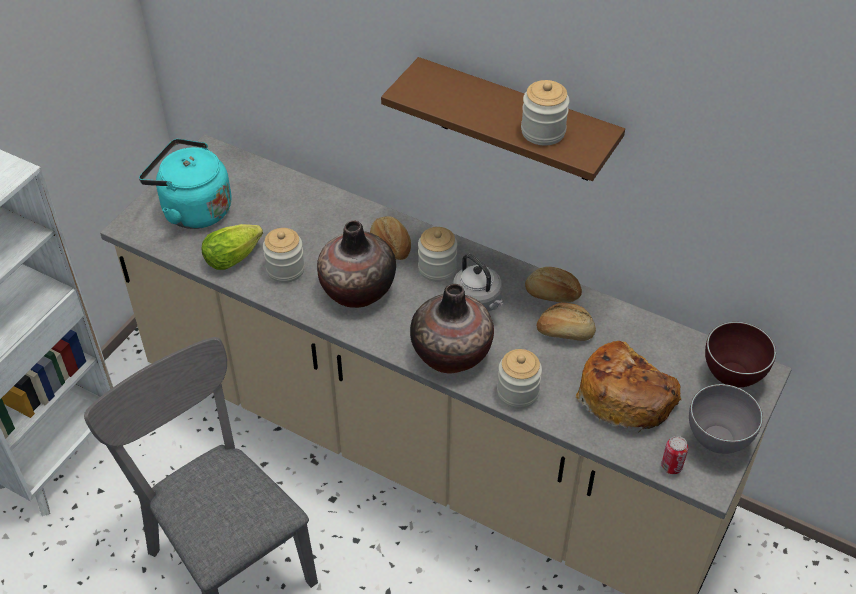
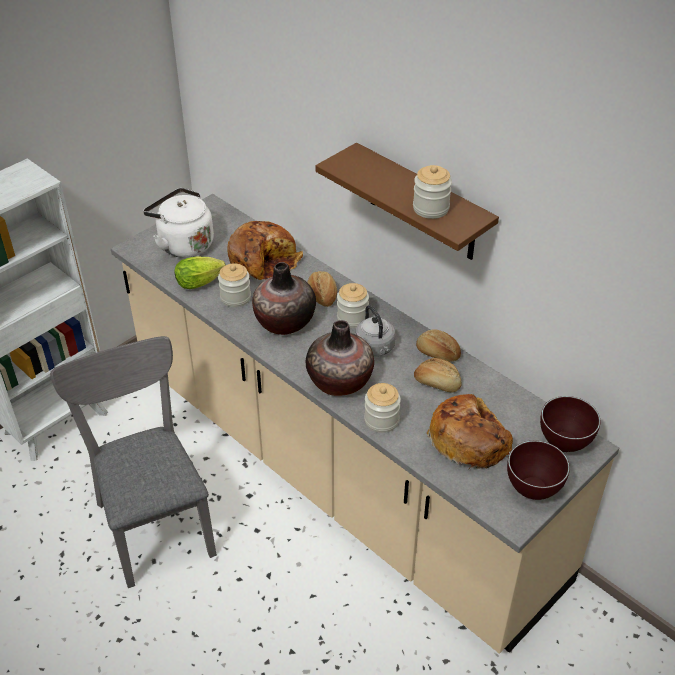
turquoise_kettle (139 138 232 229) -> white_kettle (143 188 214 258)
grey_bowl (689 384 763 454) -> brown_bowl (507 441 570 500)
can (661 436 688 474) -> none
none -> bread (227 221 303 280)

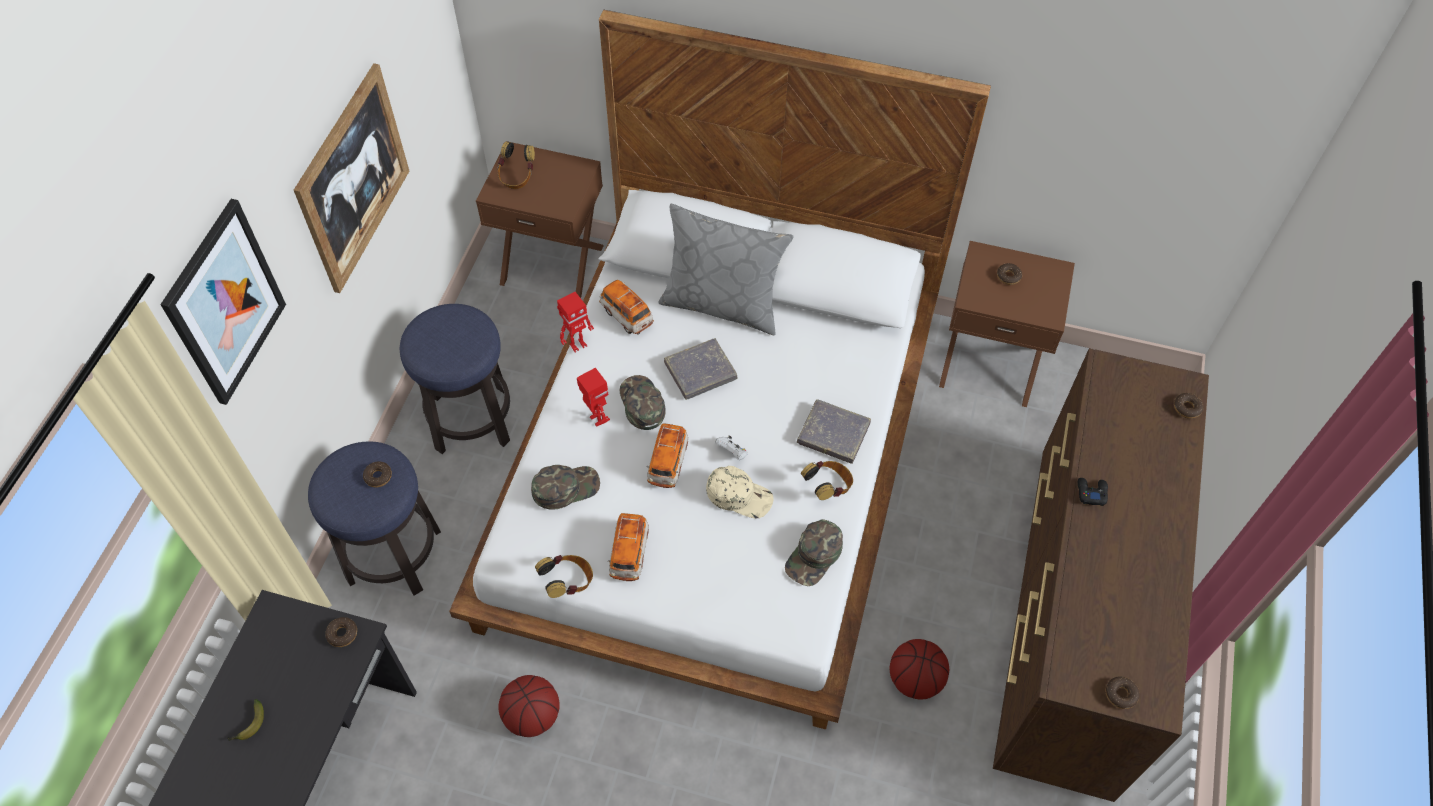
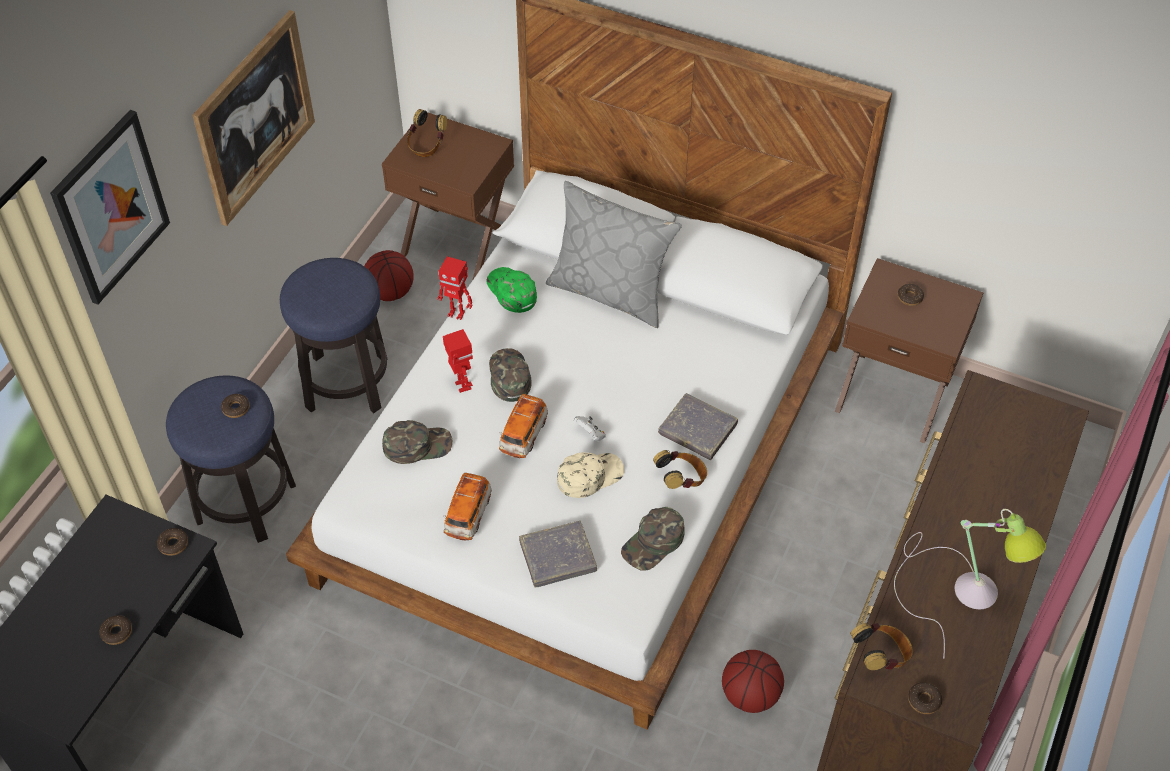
toy_car (599 280 654 335) -> green_cap (486 267 537 313)
toy_robot (557 292 594 353) -> toy_robot (437 256 472 320), 45 degrees clockwise
grey_book (664 338 737 400) -> grey_book (519 521 597 587), shifted
donut (1174 393 1204 419) -> donut (100 615 132 645), shifted
beige_cap (706 466 774 519) -> beige_cap (557 452 624 498), 60 degrees counterclockwise
black_game_controller (1078 478 1108 506) -> none
headphones (535 555 593 598) -> headphones (850 623 913 670), shifted
basketball (498 675 560 737) -> basketball (364 250 414 301), shifted
banana (228 699 264 741) -> none
none -> table_lamp (894 509 1046 659)

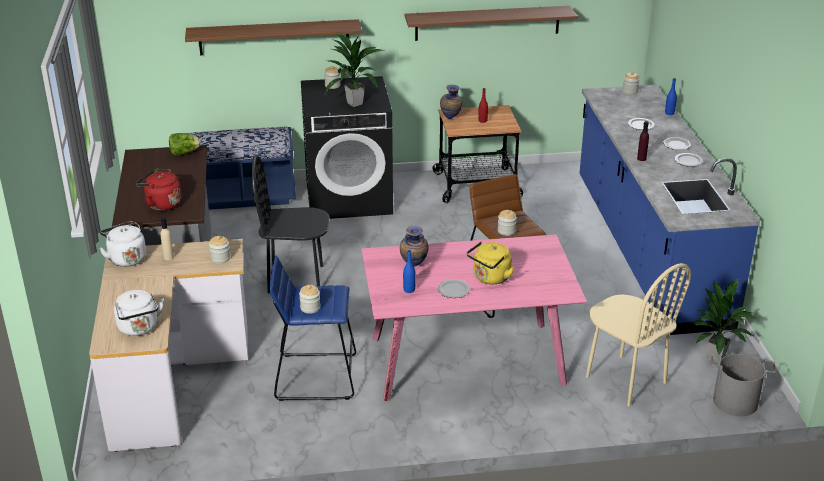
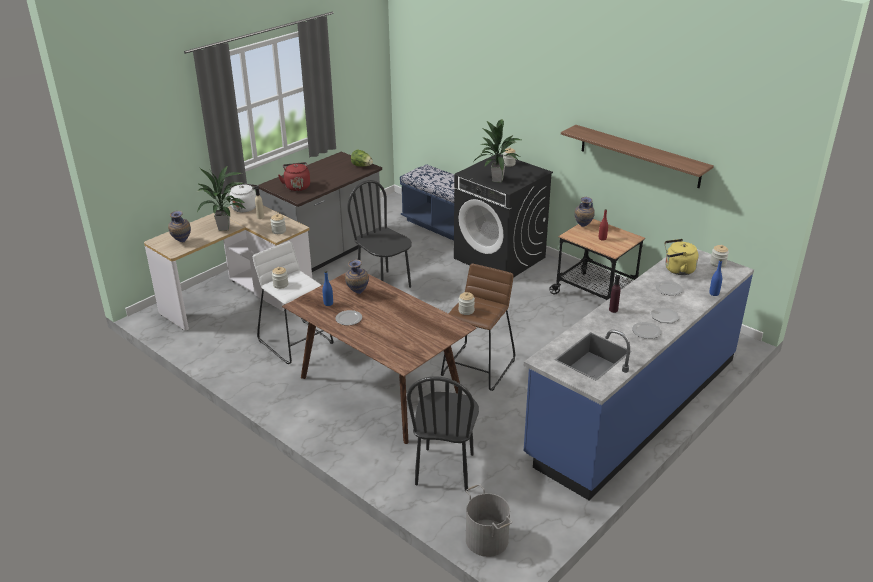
shelf (185 19 362 55) -> none
pink_dining_table (362 234 587 401) -> brown_dining_table (282 273 477 444)
yellow_kettle (467 242 514 284) -> yellow_kettle (664 239 699 275), shifted
blue_stool (269 255 356 401) -> white_stool (253 241 334 364)
beige_chair (586 263 691 406) -> black_chair (407 376 479 492)
potted_plant (687 279 757 364) -> potted_plant (197 165 246 231), shifted
white_kettle (114 290 164 336) -> vase (168 211 191 242)

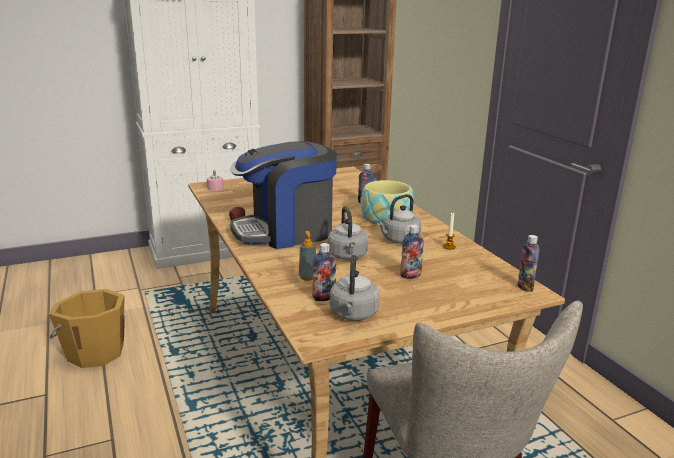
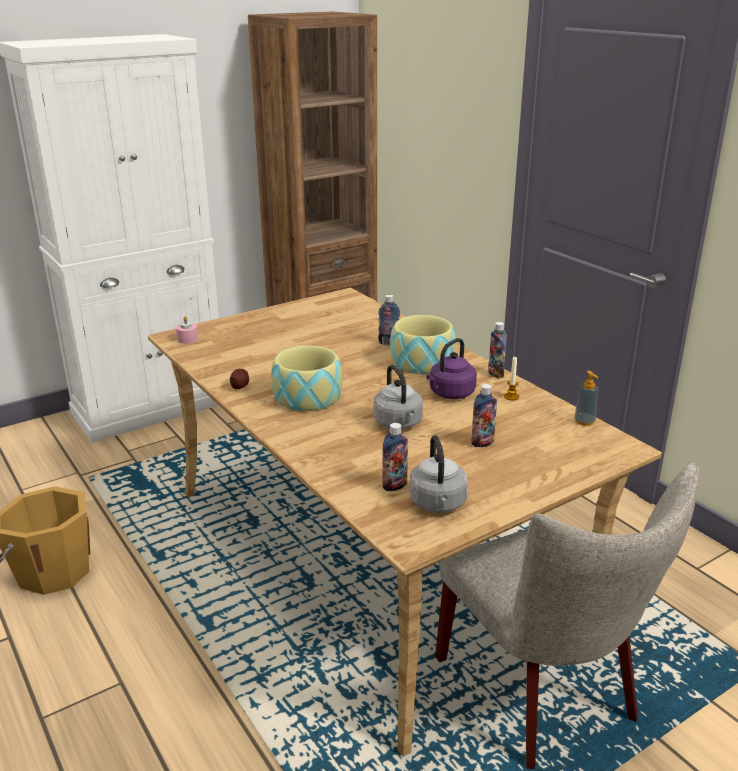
coffee_machine (230 141 337 249) -> bowl (271 345 343 411)
grey_kettle (377 194 421 244) -> purple_kettle (426 338 477 399)
soap_dispenser (299 231 316 281) -> soap_dispenser (574 371 598 426), shifted
bottle (517 235 539 292) -> bottle (488 322 507 378), shifted

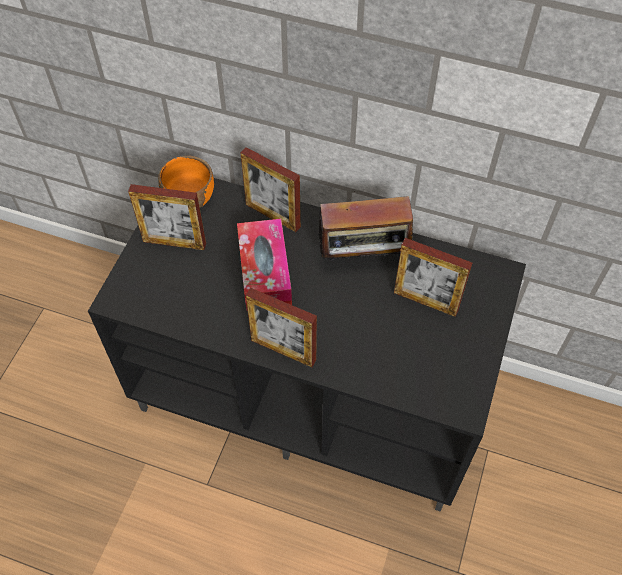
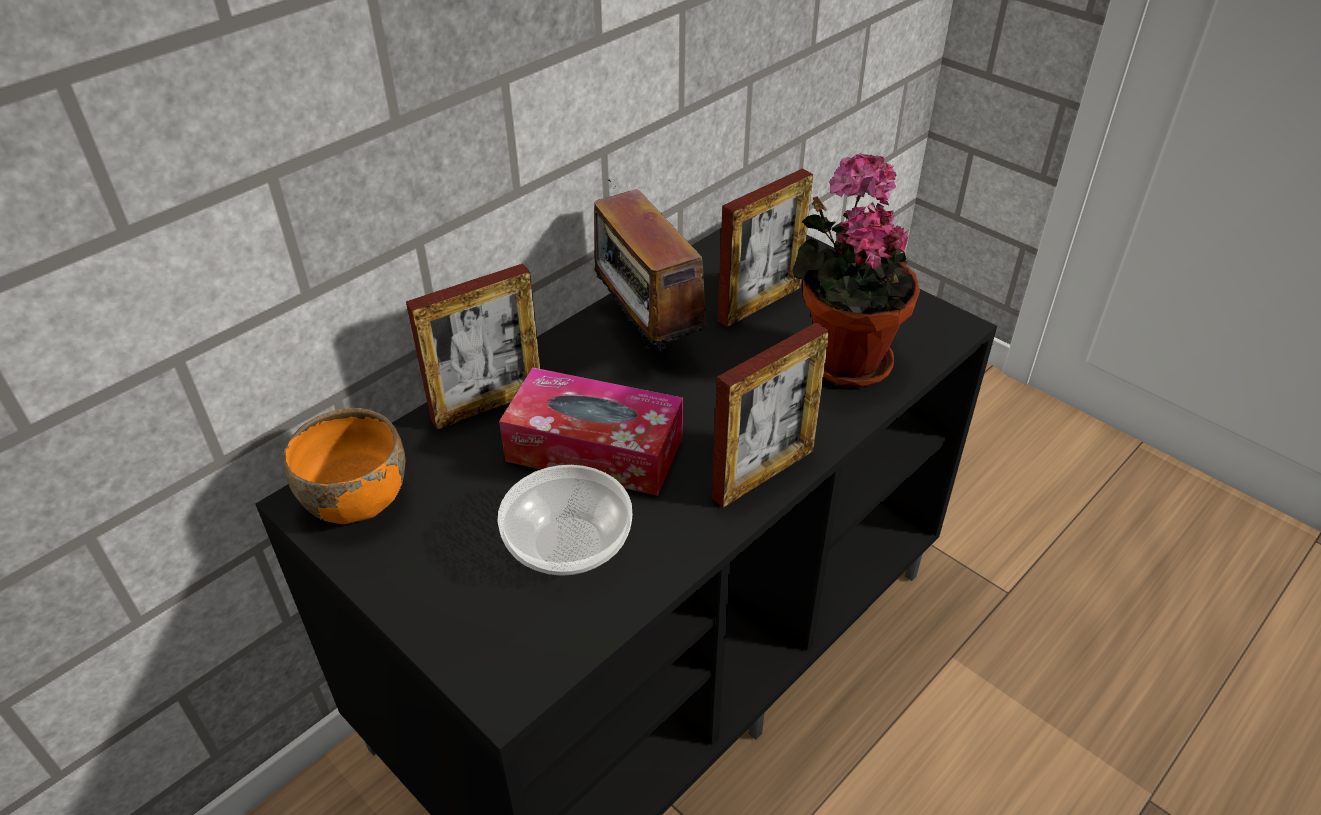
picture_frame (128 184 206 250) -> none
radio (310 196 413 275) -> radio (594 180 710 351), 135 degrees clockwise
none -> potted_plant (792 153 920 388)
none -> bowl (497 465 632 576)

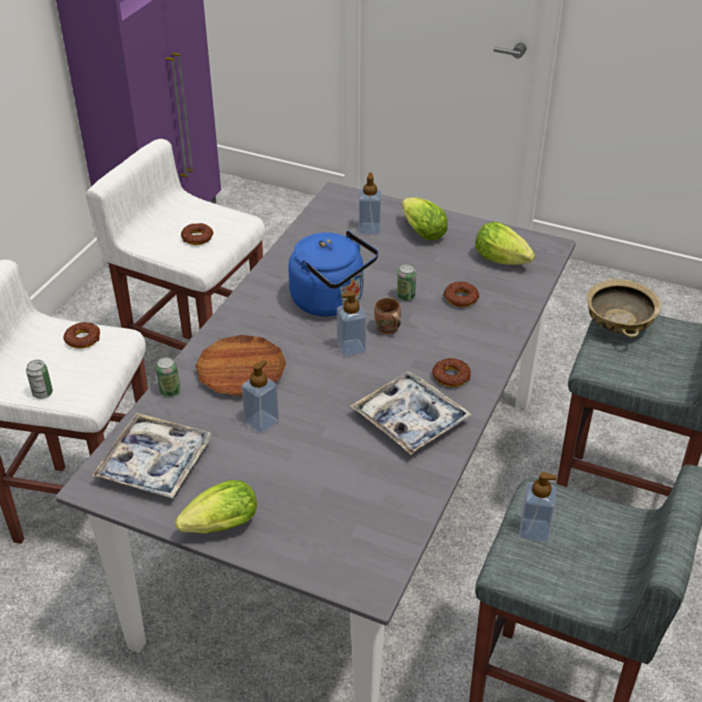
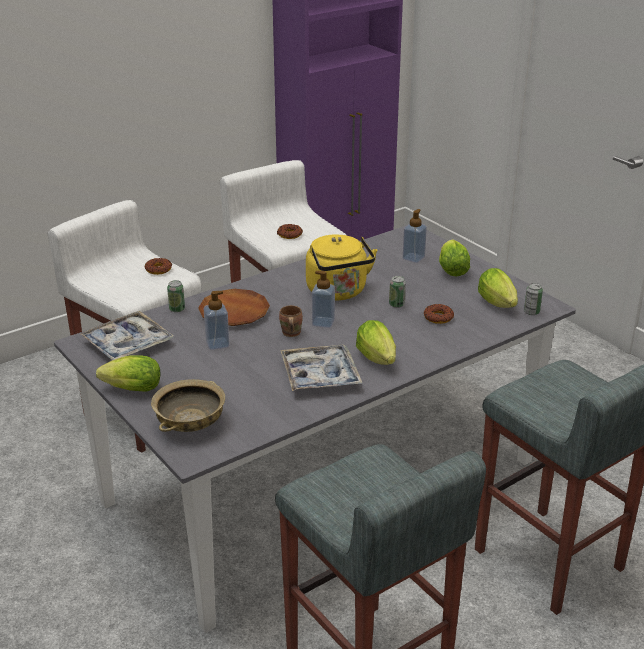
blue_kettle (288 230 379 316) -> yellow_kettle (306 235 377 300)
beige_bowl (587 279 661 337) -> beige_bowl (151 379 225 432), shifted
brown_mug (374 298 401 335) -> brown_mug (279 305 303 337), shifted
donut (432 358 471 387) -> lettuce (356 320 396 365)
can (26 360 53 399) -> can (524 283 543 315), shifted
soap_dispenser (519 472 557 542) -> none

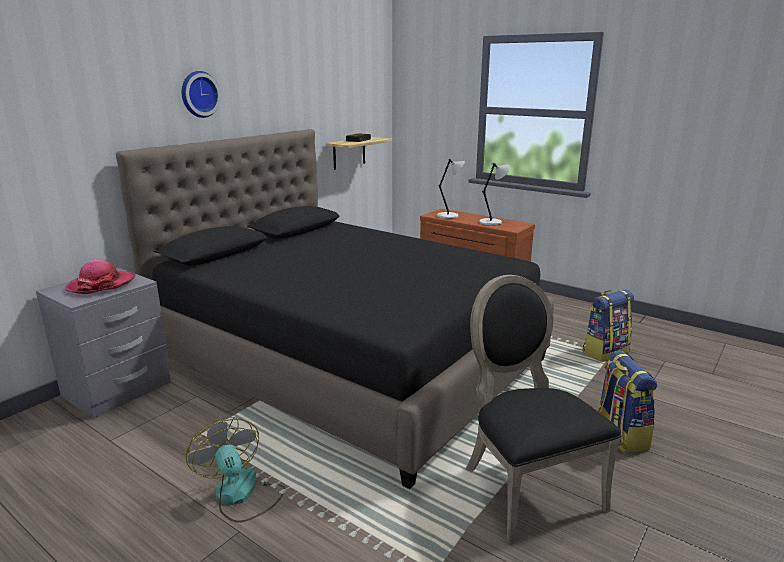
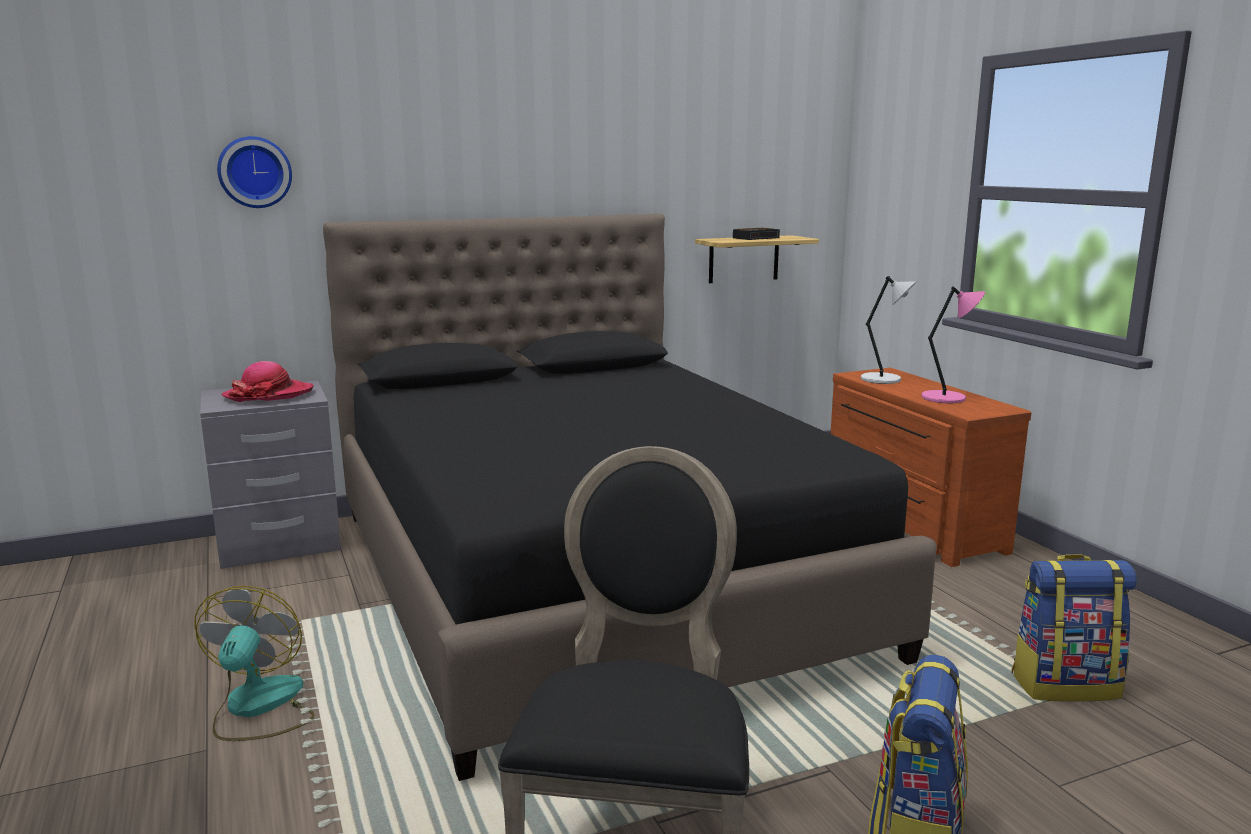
wall_clock (182 71 221 118) -> wall_clock (217 136 292 208), shifted
grey_table_lamp (479 163 510 225) -> pink_table_lamp (921 286 985 403)

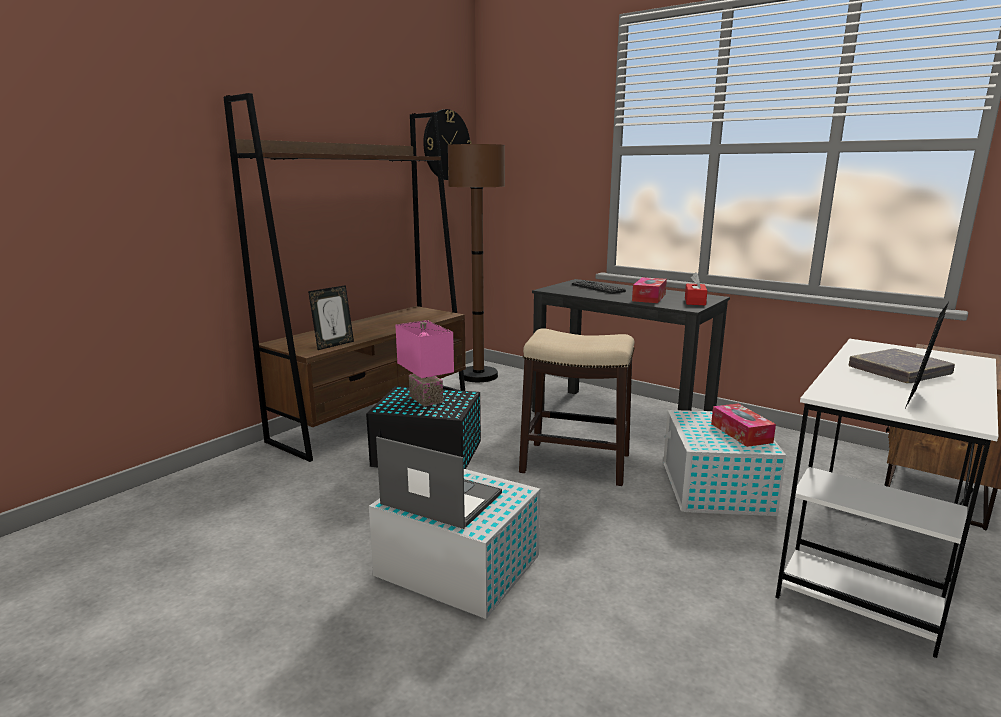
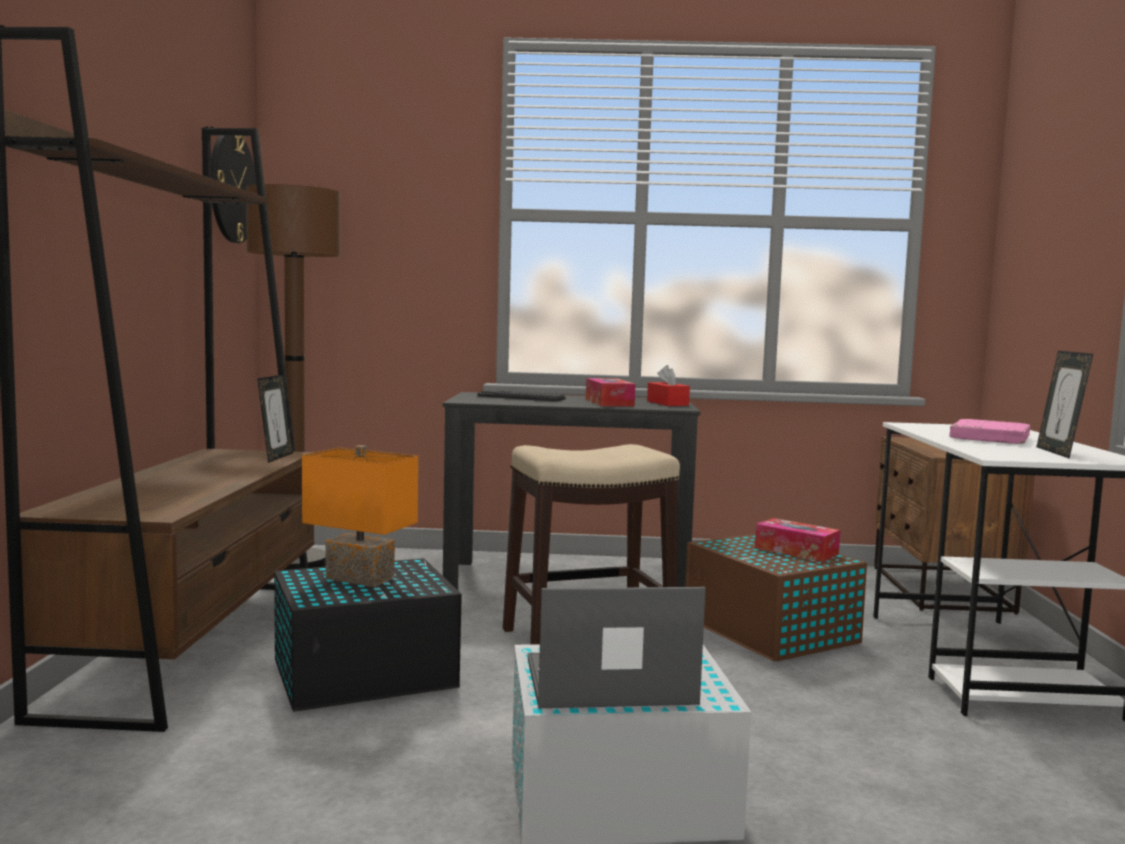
picture_frame (308 285 354 350) -> picture_frame (257 375 293 463), shifted
pink_table_lamp (395 320 454 407) -> orange_table_lamp (302 445 418 587)
grey_book (849 349 955 383) -> pink_book (949 419 1030 444)
white_storage_box (663 410 786 516) -> brown_storage_box (685 534 867 661)

